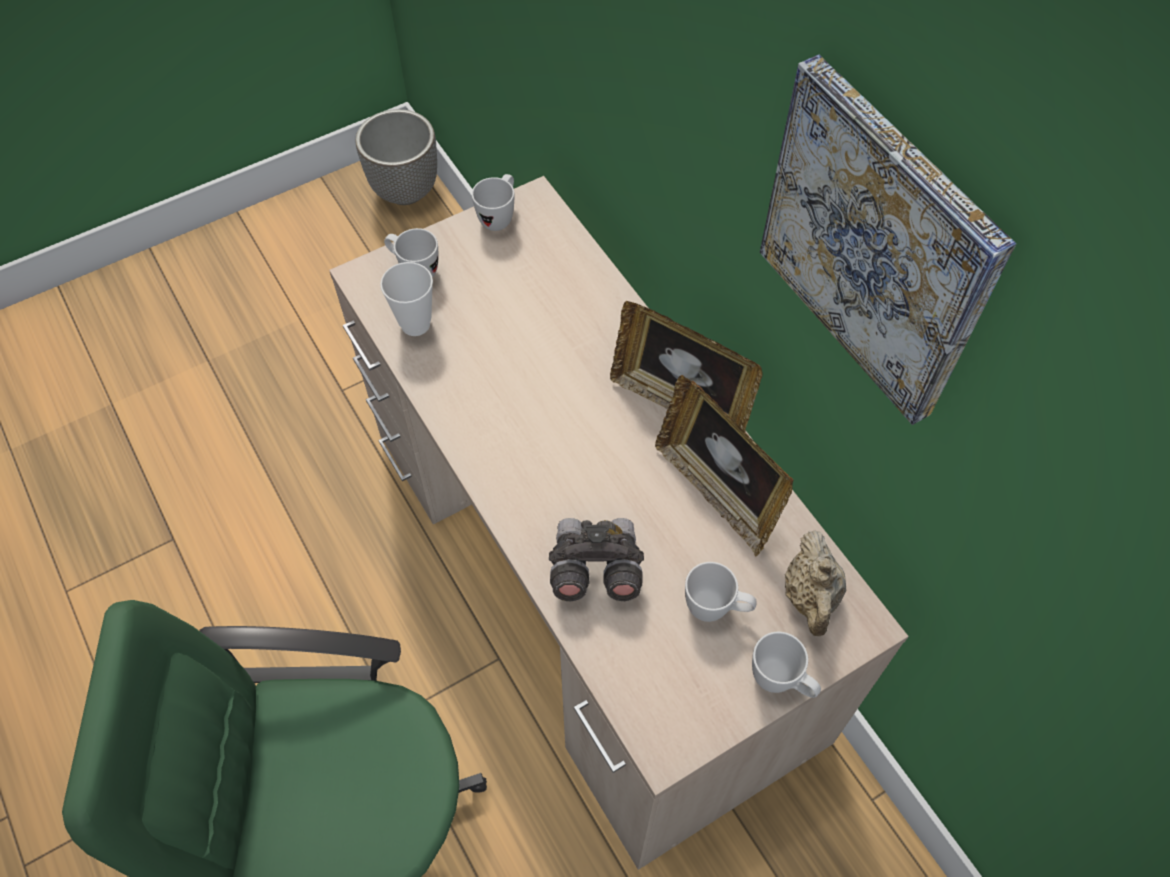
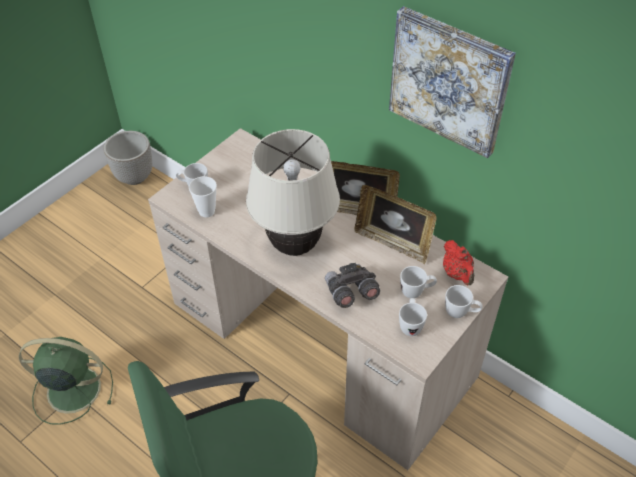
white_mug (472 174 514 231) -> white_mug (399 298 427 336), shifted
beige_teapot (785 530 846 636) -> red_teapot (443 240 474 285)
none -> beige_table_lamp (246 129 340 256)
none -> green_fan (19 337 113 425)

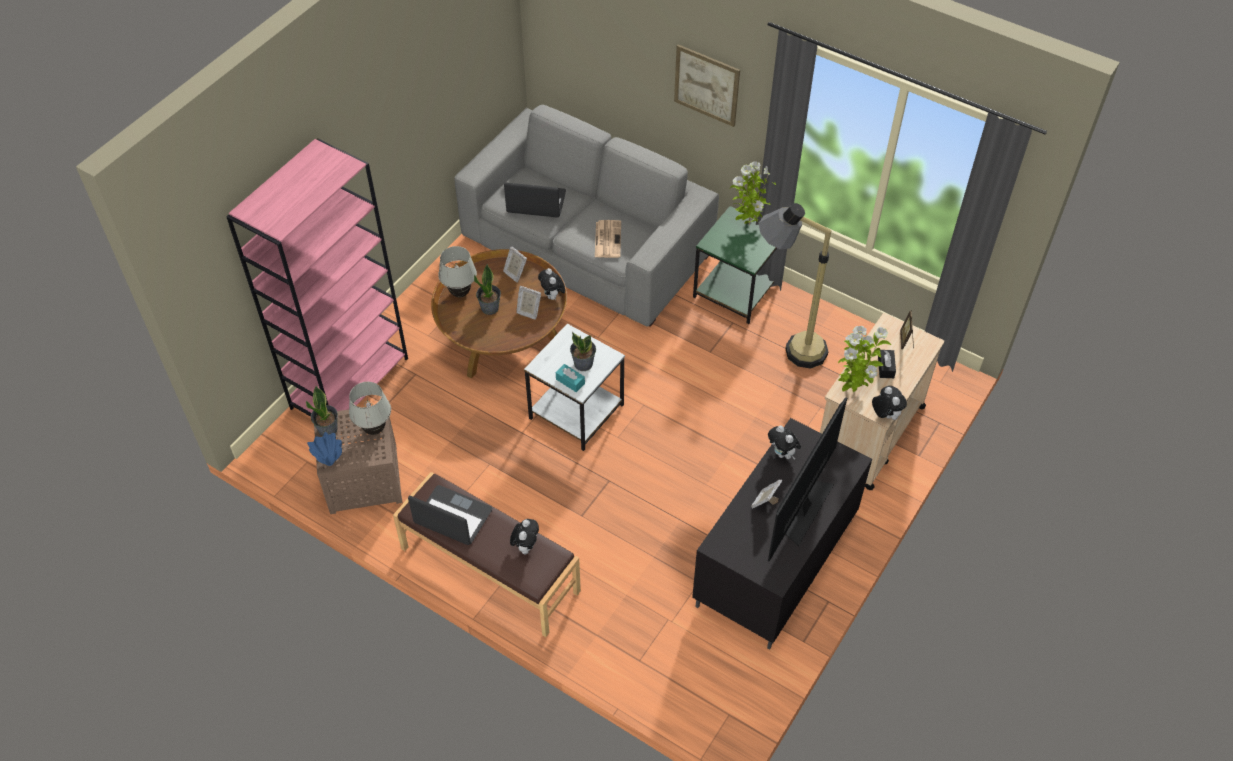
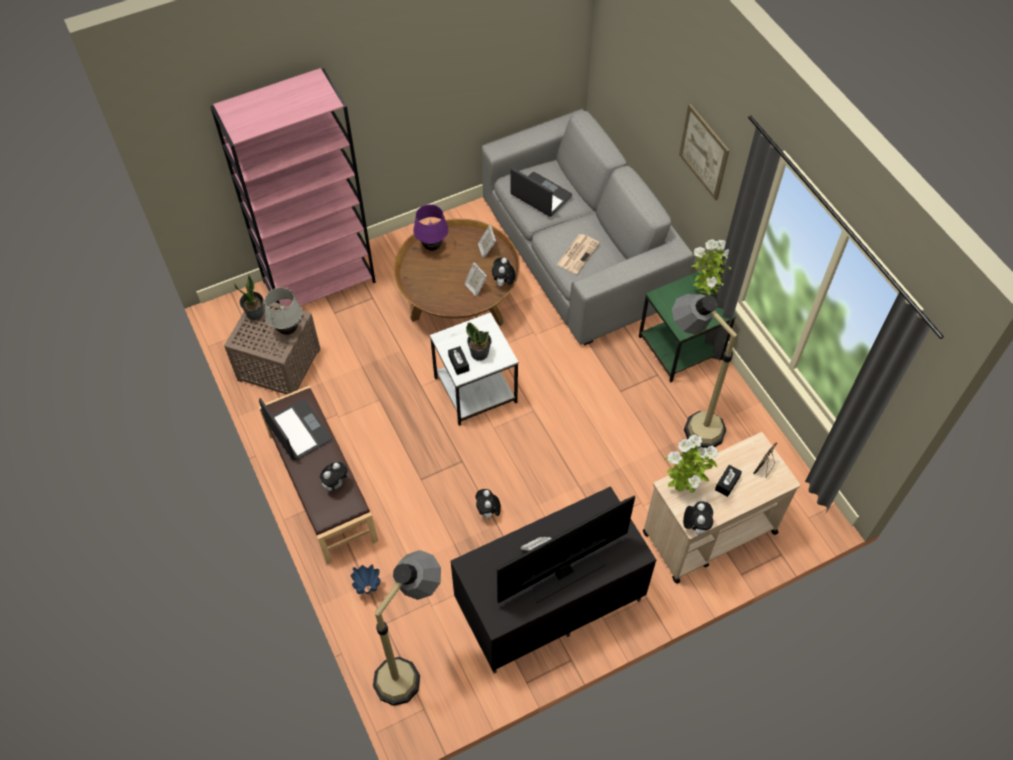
white_table_lamp (438 246 477 297) -> purple_table_lamp (413 204 448 251)
potted_plant (474 264 501 315) -> none
turquoise_tissue_box (556 364 585 392) -> black_tissue_box (448 346 469 375)
plush_toy (768 425 801 459) -> plush_toy (475 489 501 519), shifted
blue_vase (307 432 342 466) -> blue_vase (351 565 381 594), shifted
none -> floor_lamp (373 550 441 706)

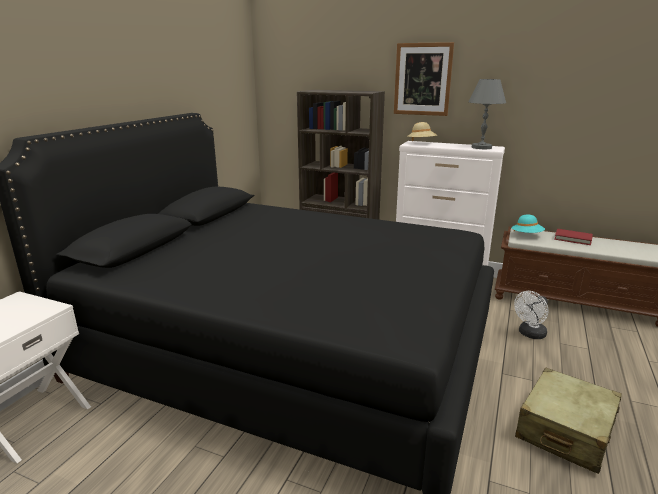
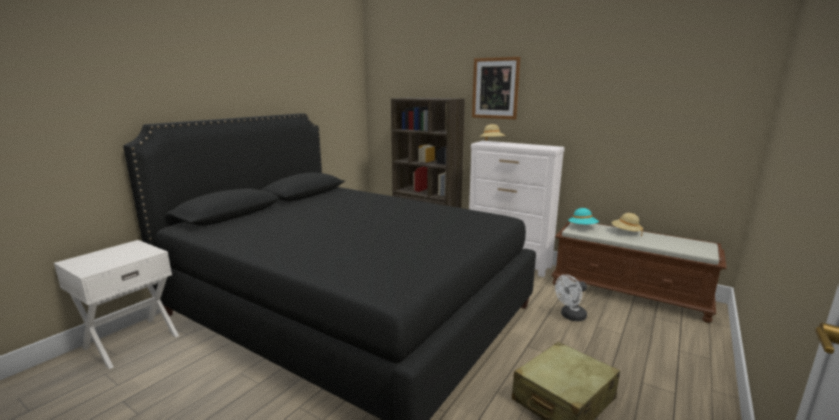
grey_table_lamp (469 79 506 149) -> none
red_book (554 229 593 245) -> beige_hat (611 213 643 236)

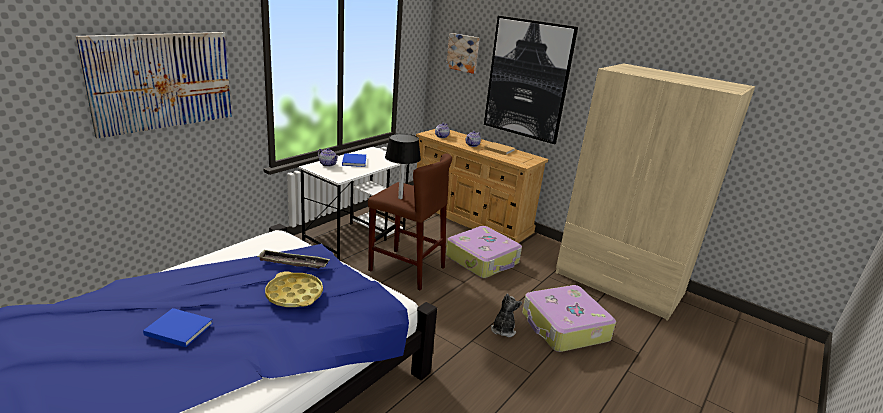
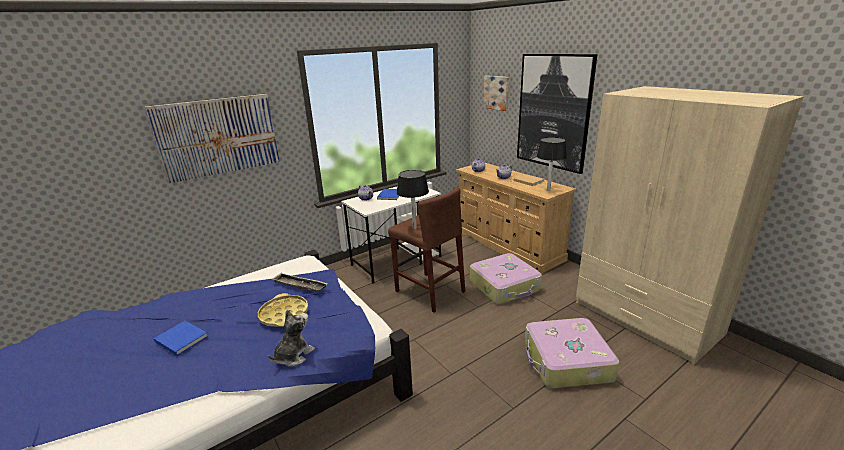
plush_toy (491 293 522 337) -> plush_toy (268 310 315 367), shifted
none -> black_table_lamp (537 137 567 191)

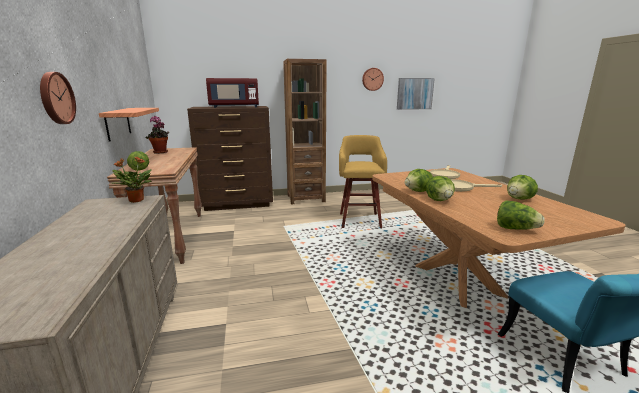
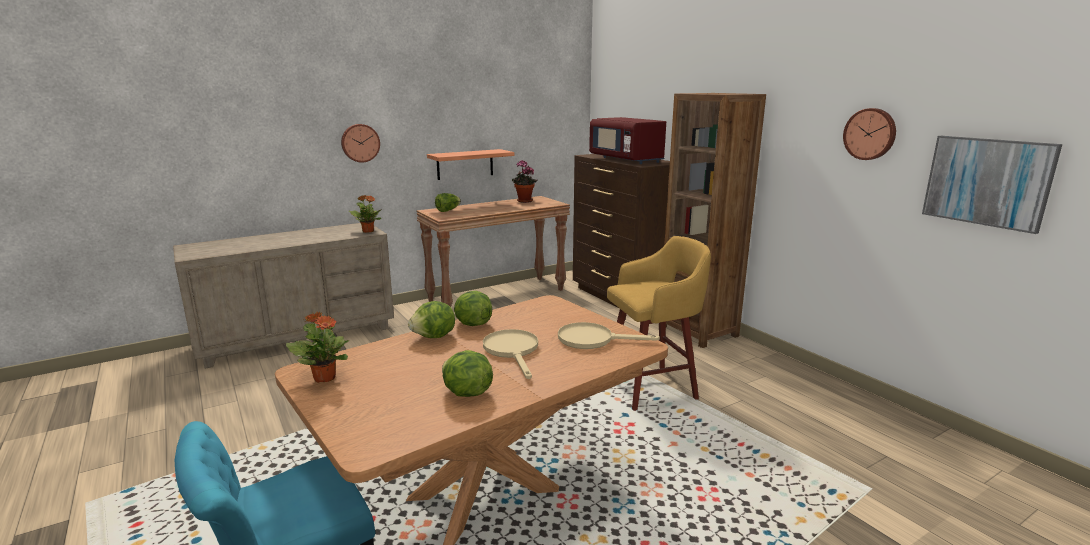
lettuce (497 201 545 230) -> potted_plant (286 311 349 383)

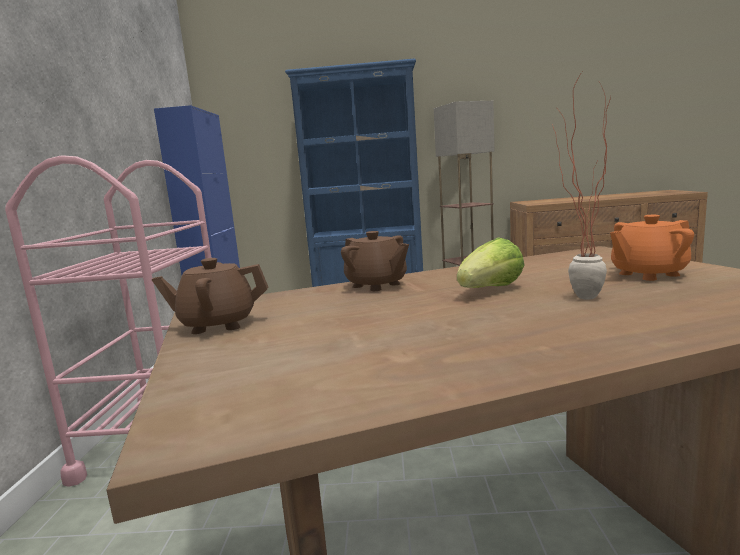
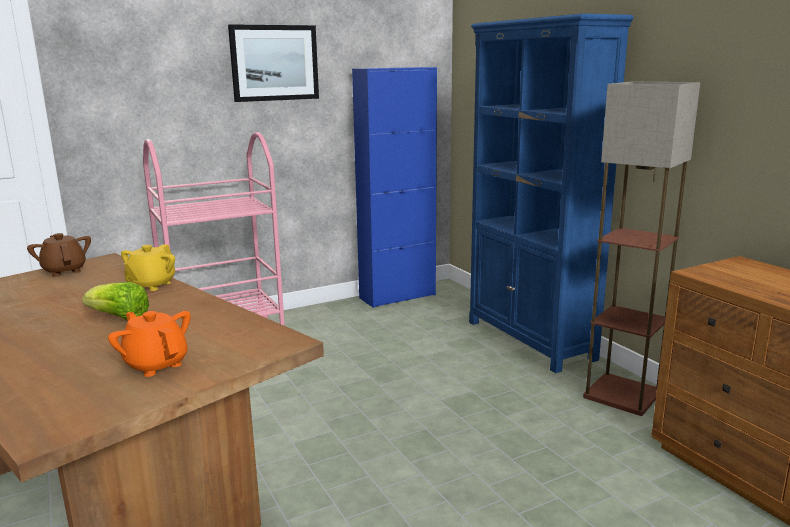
potted_plant (552 72 611 300) -> none
brown_teapot (341 231 409 291) -> yellow_teapot (121 244 175 291)
none -> picture (228 24 319 102)

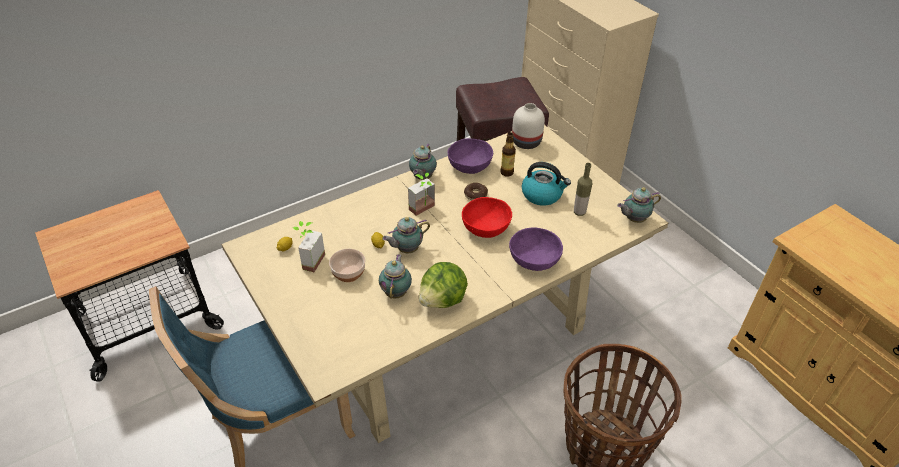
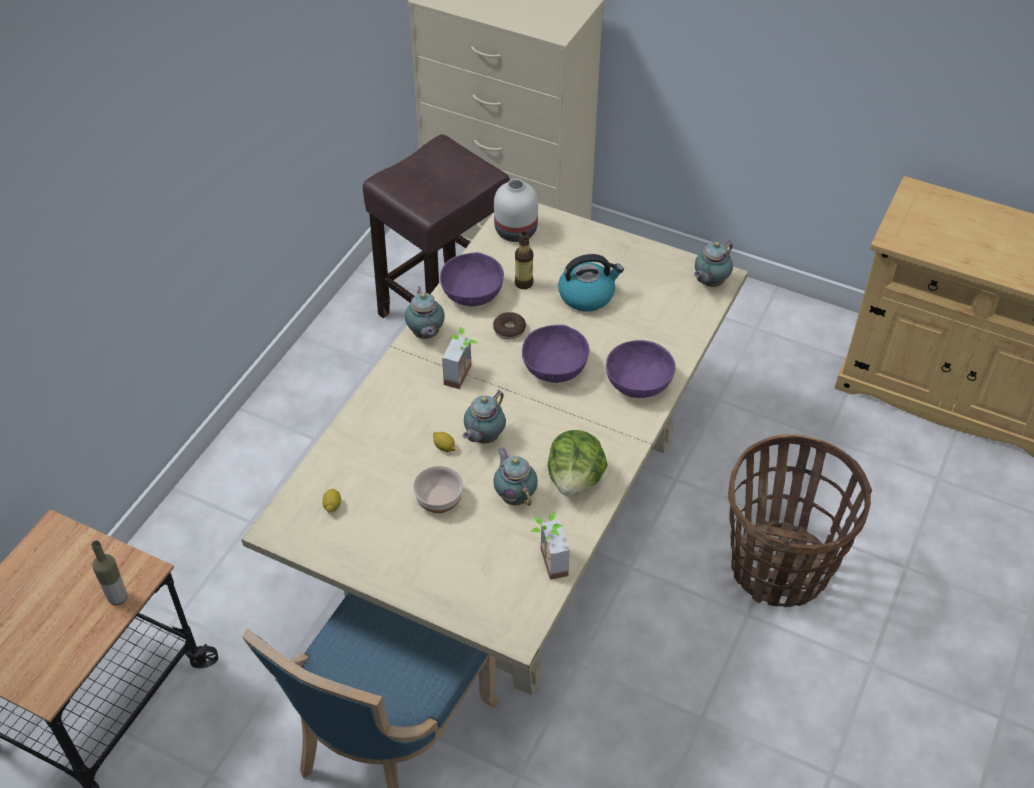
bottle (574 163 592 216) -> bottle (91 540 127 605), shifted
red_bowl (462 197 512 238) -> purple_bowl (522 325 590 383)
potted_plant (293 221 325 272) -> potted_plant (530 512 570 580), shifted

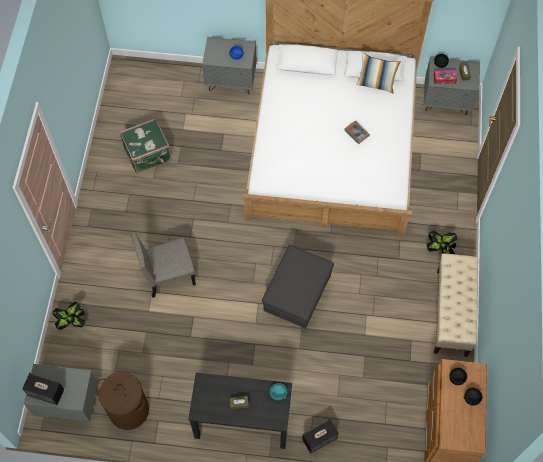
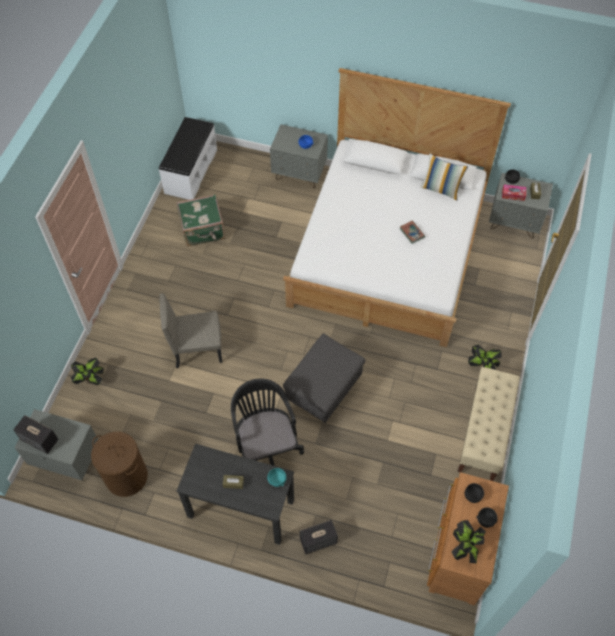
none -> white_bench (159 117 217 200)
none -> black_office_chair (231 378 304 466)
none -> potted_plant (451 520 486 563)

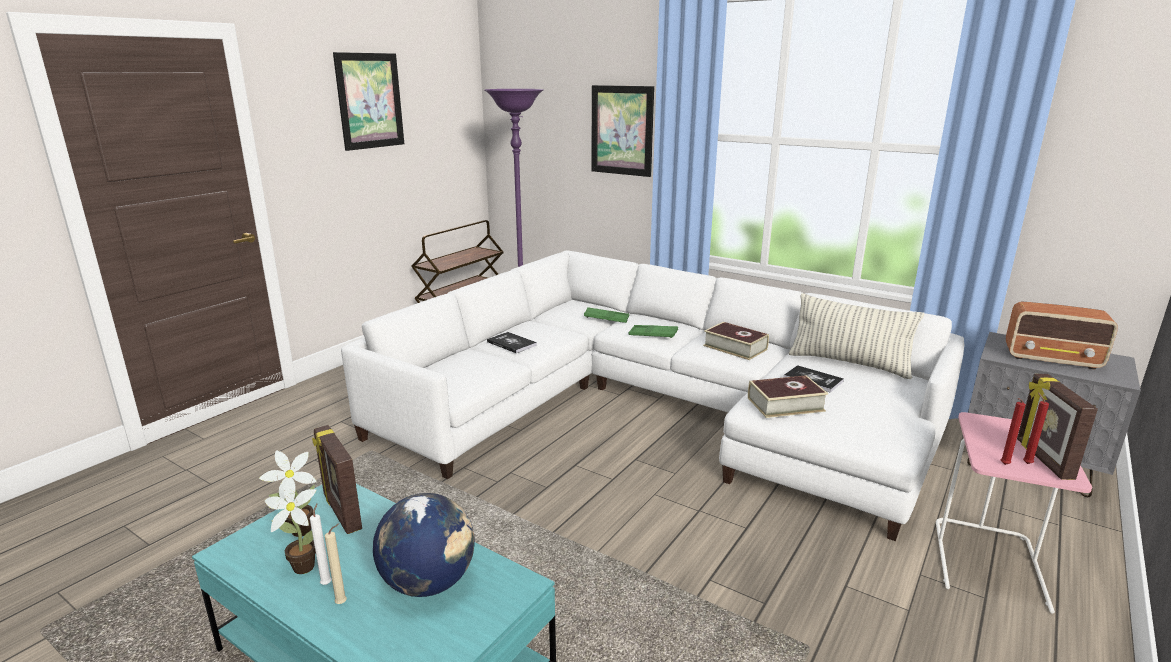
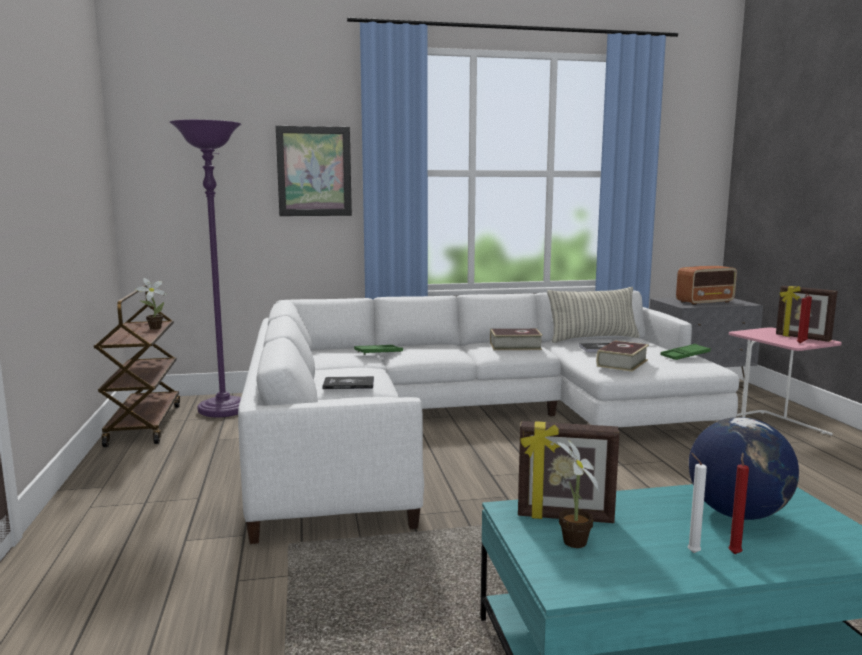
picture (333 52 404 151) -> none
green_tray (629 325 678 338) -> green_tray (661 344 711 360), shifted
potted_plant (265 477 316 574) -> potted_plant (135 278 167 330), shifted
beige_candle (325 523 347 604) -> red_candle (728 453 749 554)

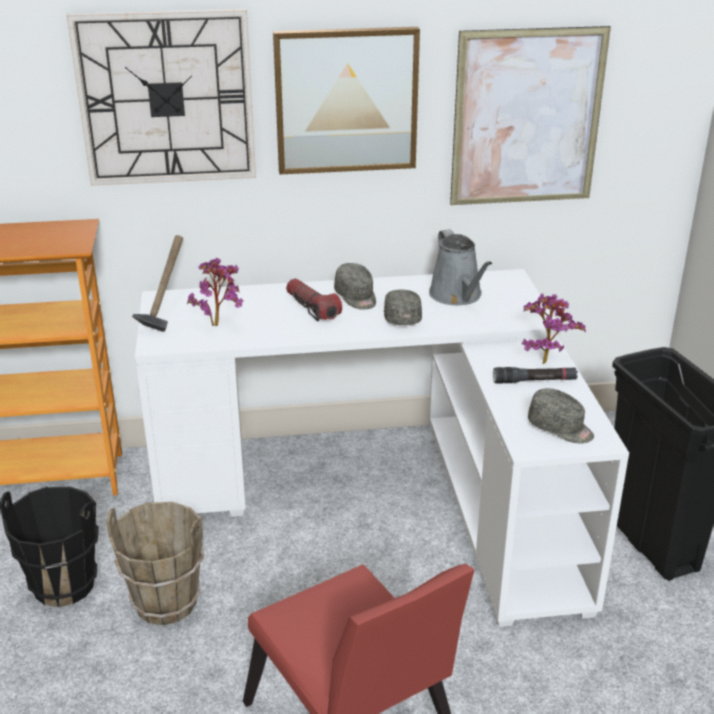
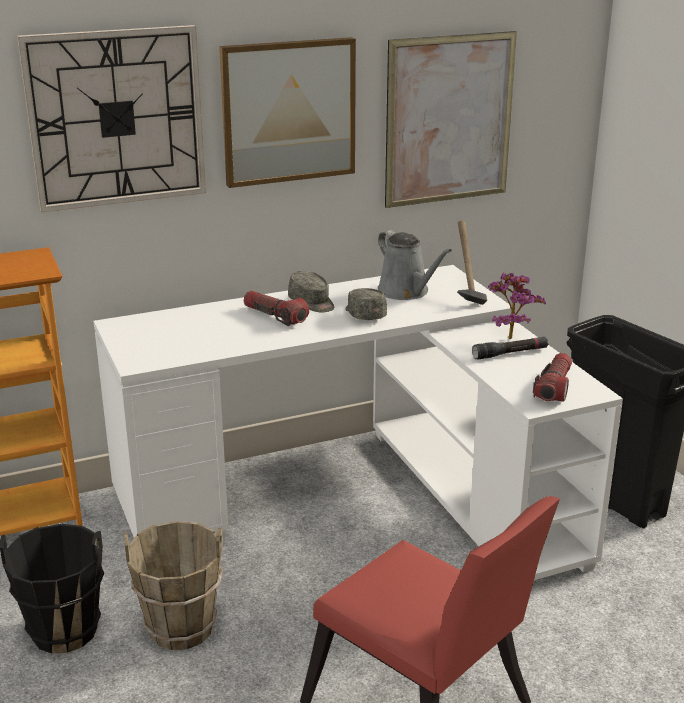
hammer (132 235 183 332) -> hammer (457 221 487 305), shifted
potted_plant (187 258 243 326) -> none
grey_cap (528 388 594 443) -> flashlight (533 353 572 402)

